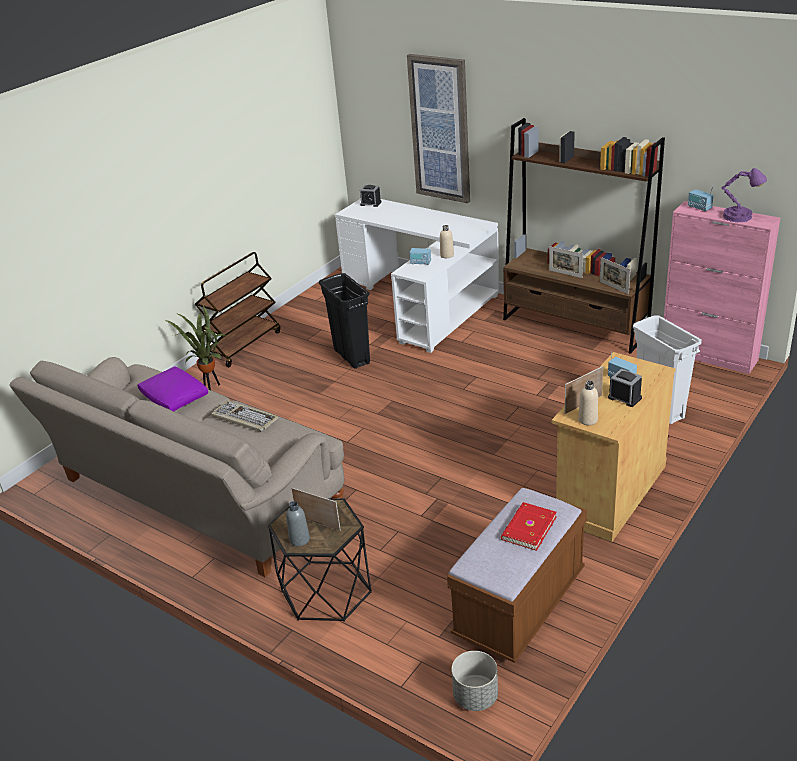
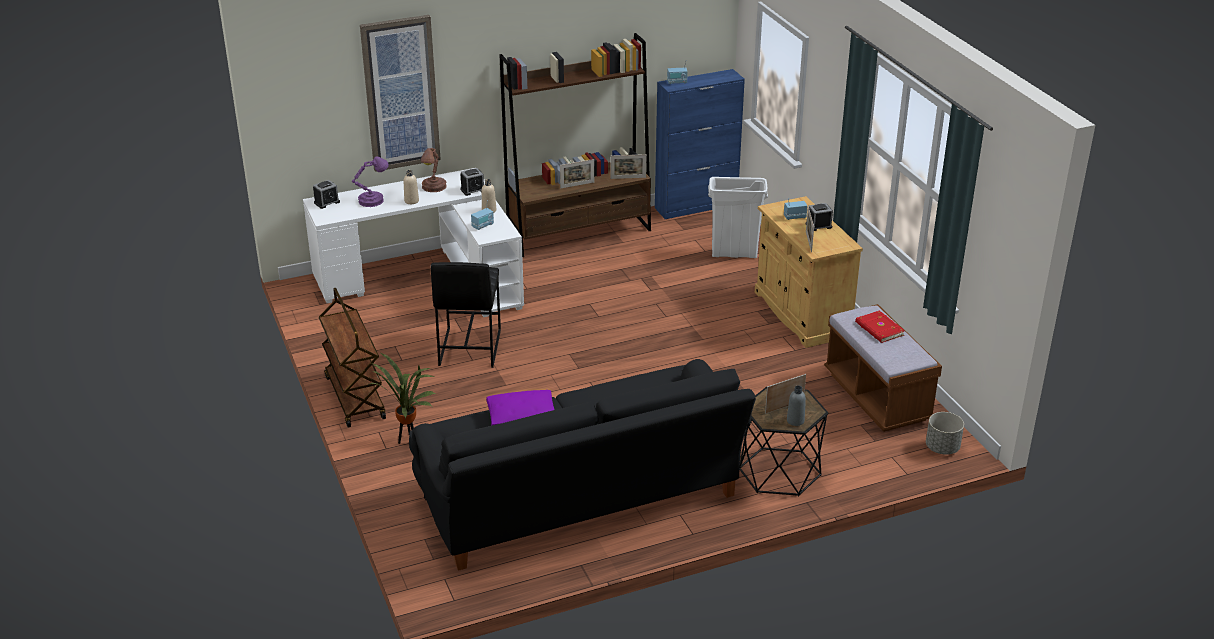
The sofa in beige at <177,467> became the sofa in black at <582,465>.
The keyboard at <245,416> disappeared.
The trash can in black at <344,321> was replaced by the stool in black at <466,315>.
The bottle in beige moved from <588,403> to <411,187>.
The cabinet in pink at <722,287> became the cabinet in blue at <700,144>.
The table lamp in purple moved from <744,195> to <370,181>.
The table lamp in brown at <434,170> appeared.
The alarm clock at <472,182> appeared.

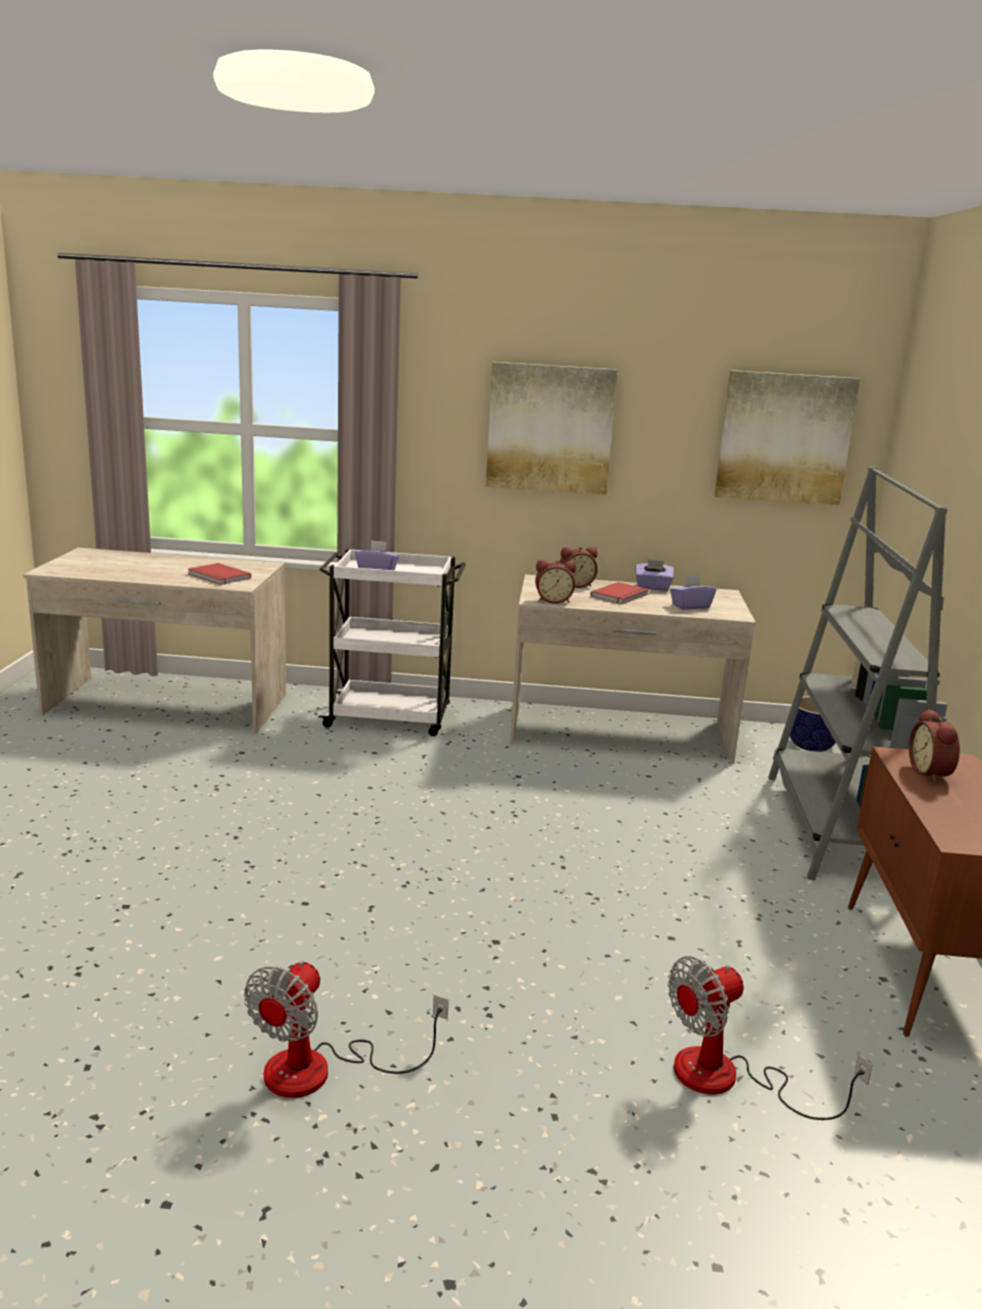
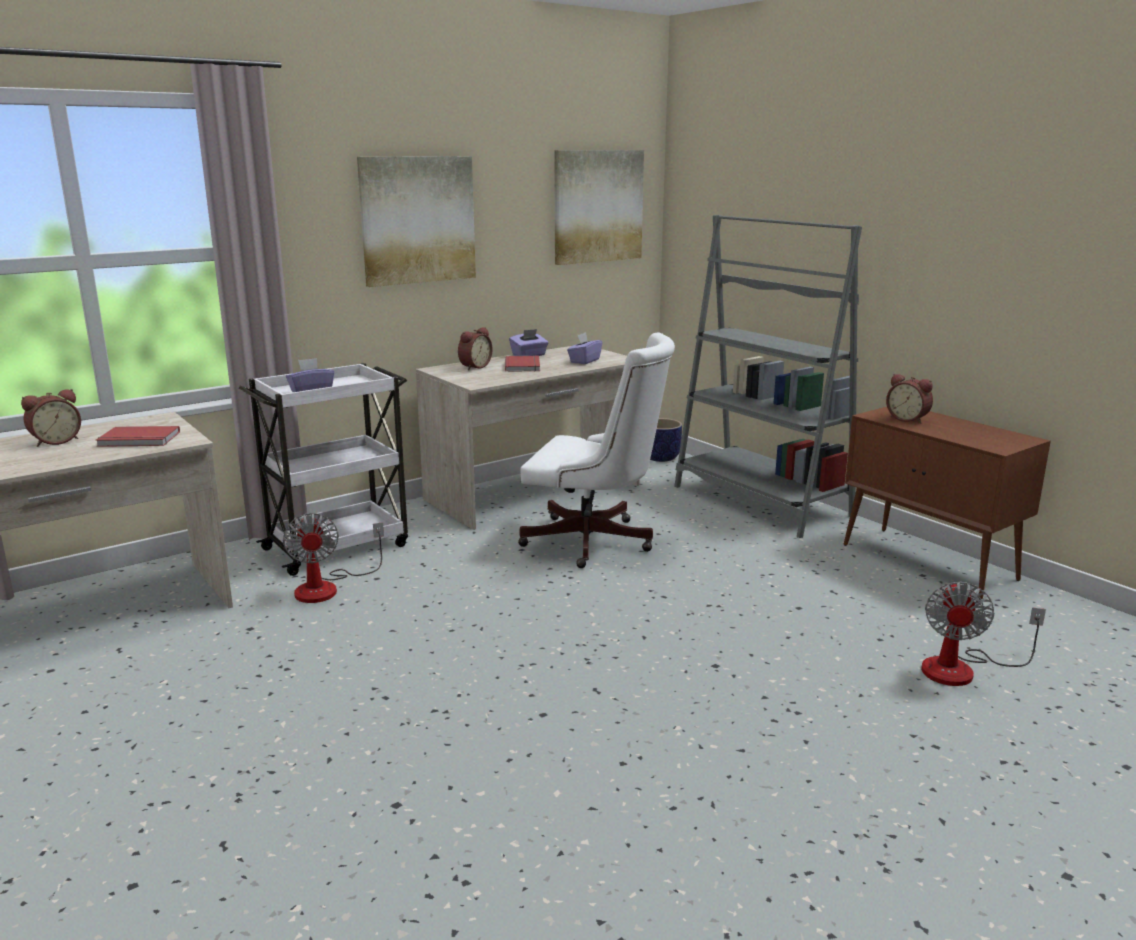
The fan moved from <346,1029> to <333,558>.
The alarm clock moved from <555,582> to <51,418>.
The office chair in white at <596,450> appeared.

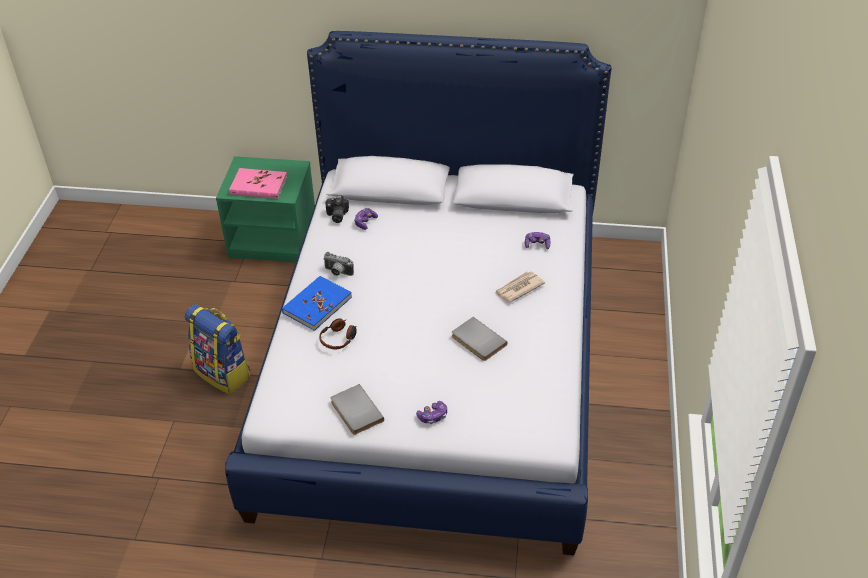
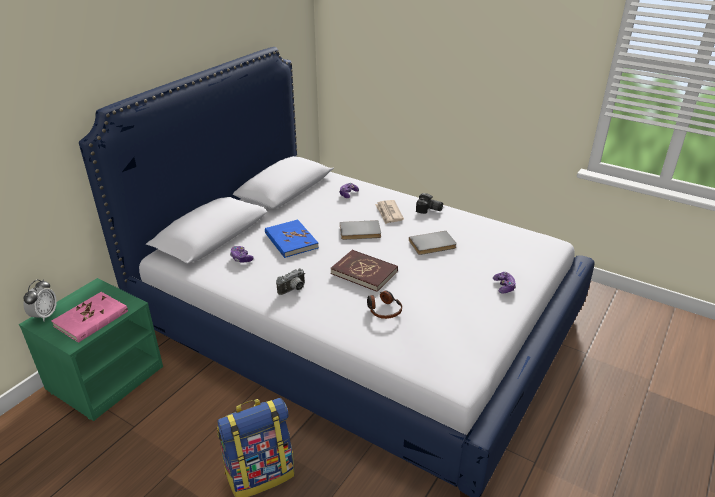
The book in blue moved from <317,303> to <292,239>.
The photo camera moved from <337,209> to <429,203>.
The book in grey moved from <357,409> to <360,230>.
The alarm clock at <40,300> appeared.
The book in red at <364,271> appeared.

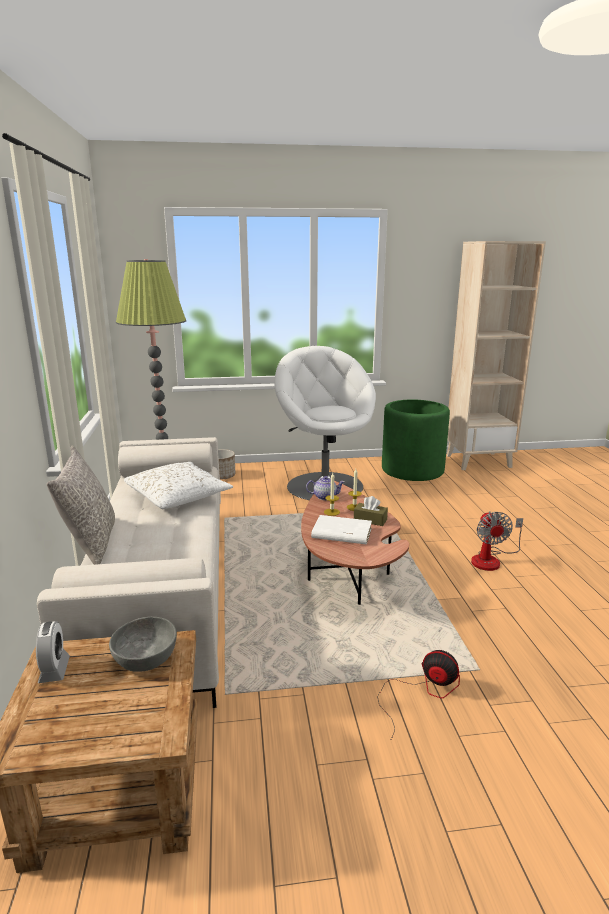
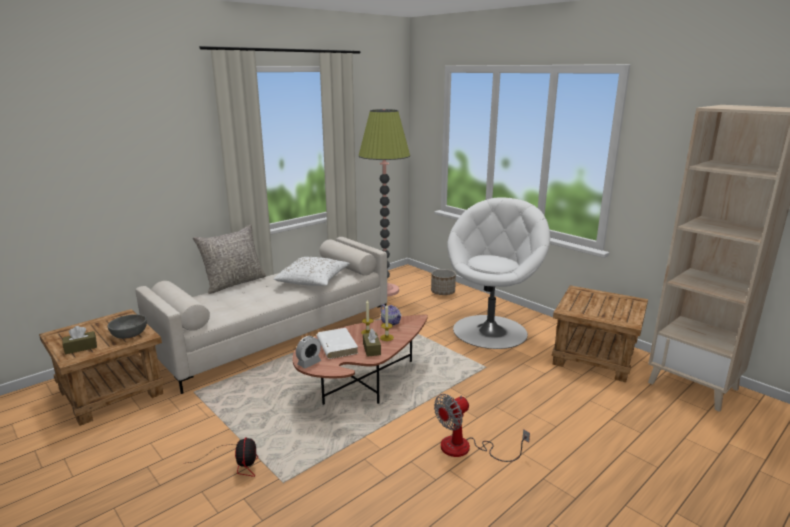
The alarm clock moved from <53,652> to <308,352>.
The planter in green at <416,440> was replaced by the side table in brown at <600,333>.
The tissue box in brown at <79,340> appeared.

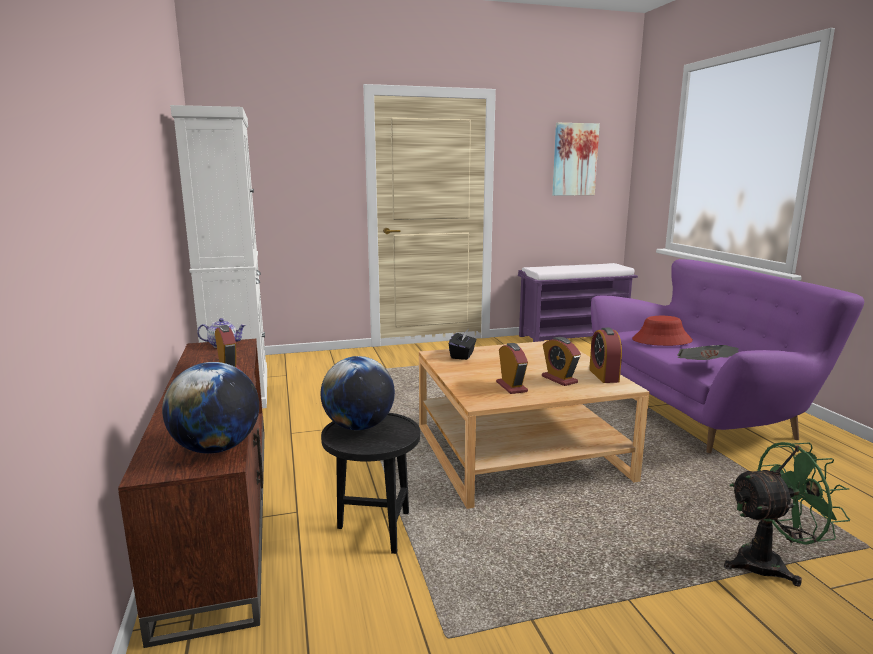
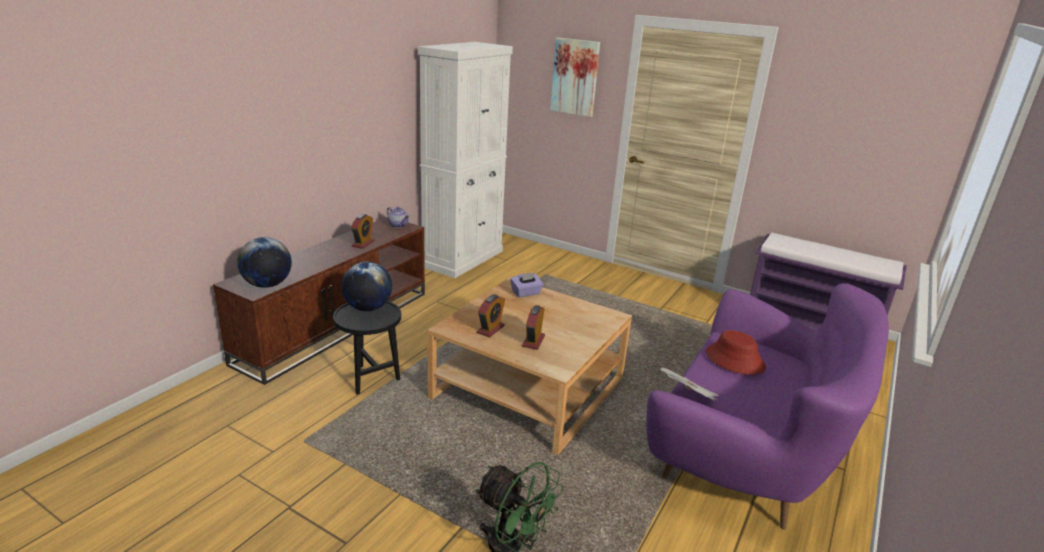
The tissue box in black at <462,345> became the tissue box in purple at <527,285>.
The picture moved from <576,159> to <575,77>.
The alarm clock at <605,355> disappeared.

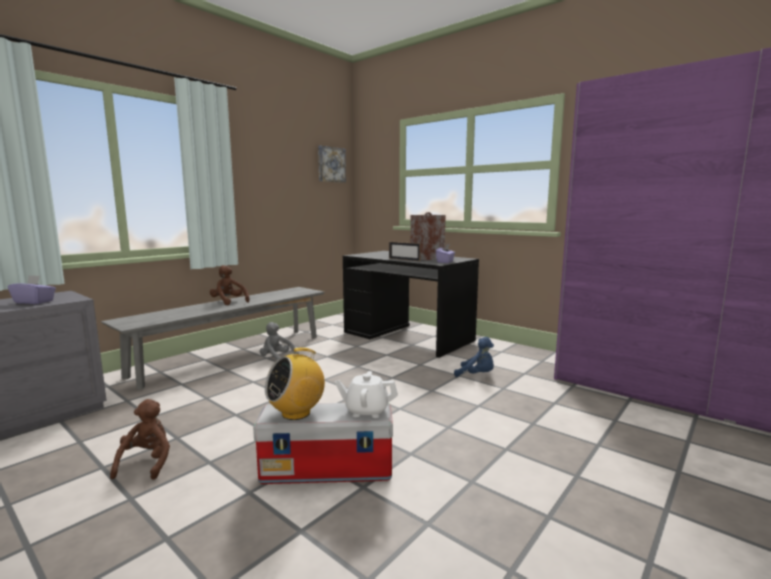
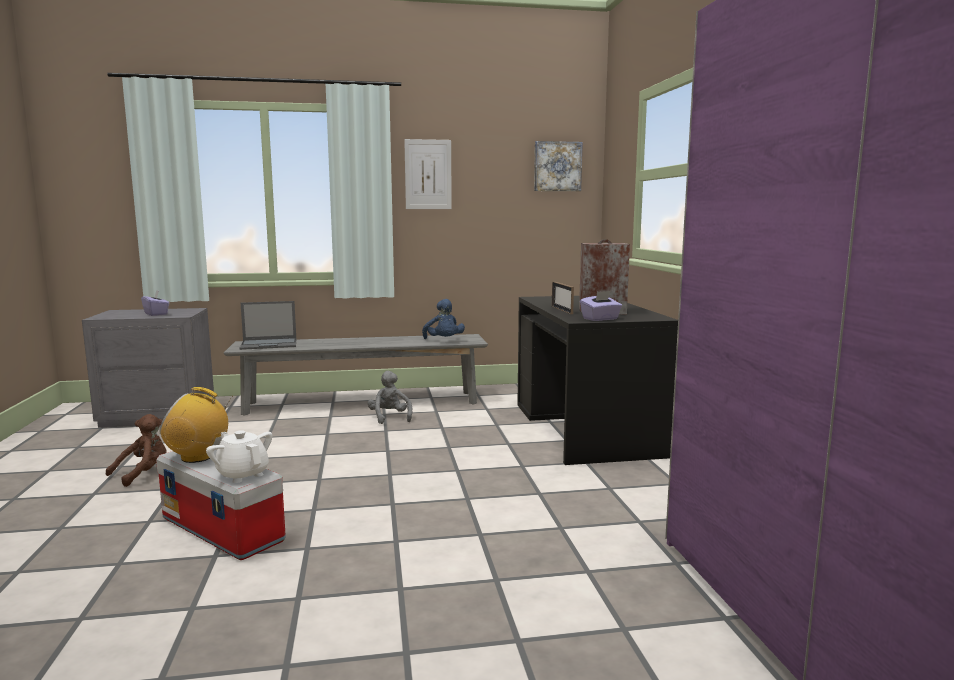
The plush toy in brown at <230,285> disappeared.
The plush toy in blue moved from <474,357> to <443,319>.
The laptop at <268,325> appeared.
The picture at <428,174> appeared.

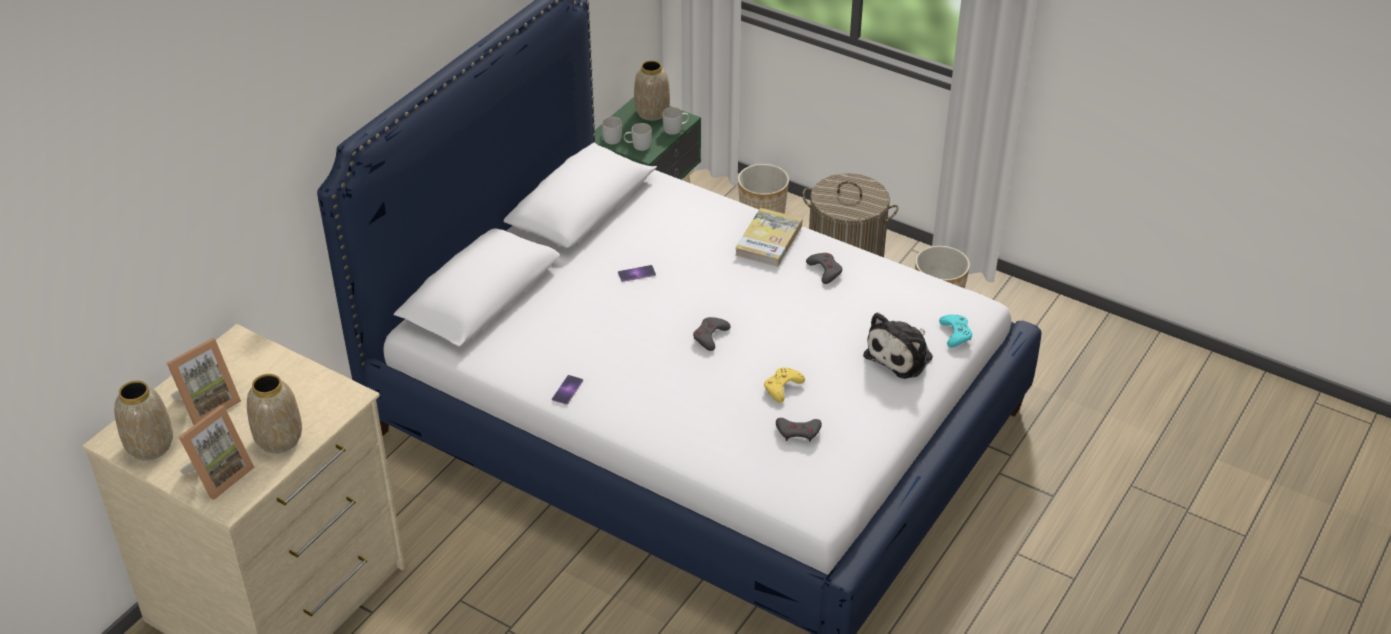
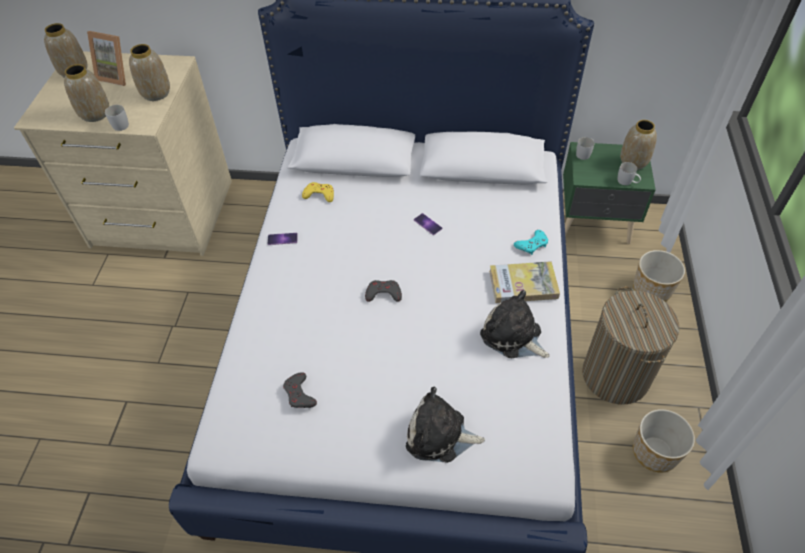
The picture frame at <217,452> disappeared.
The mug in white moved from <638,137> to <117,118>.
The game controller in yellow moved from <784,385> to <318,192>.
The game controller in grey at <824,268> was replaced by the plush toy at <515,324>.
The game controller in turquoise moved from <955,331> to <531,242>.
The vase at <149,72> appeared.

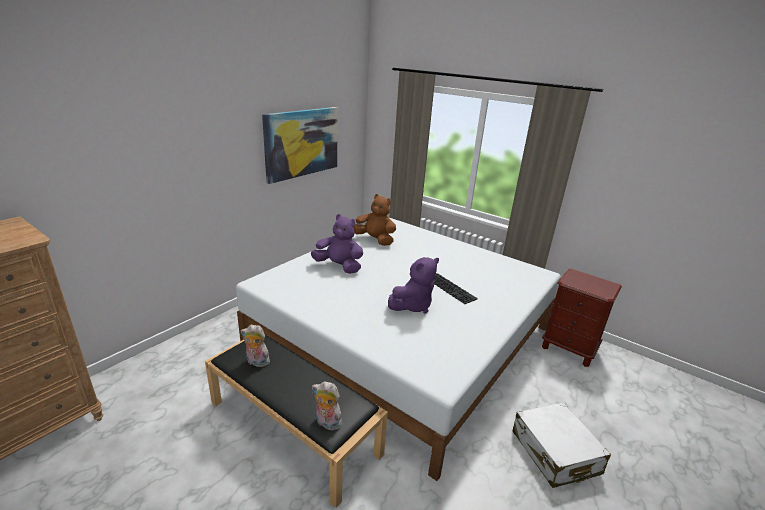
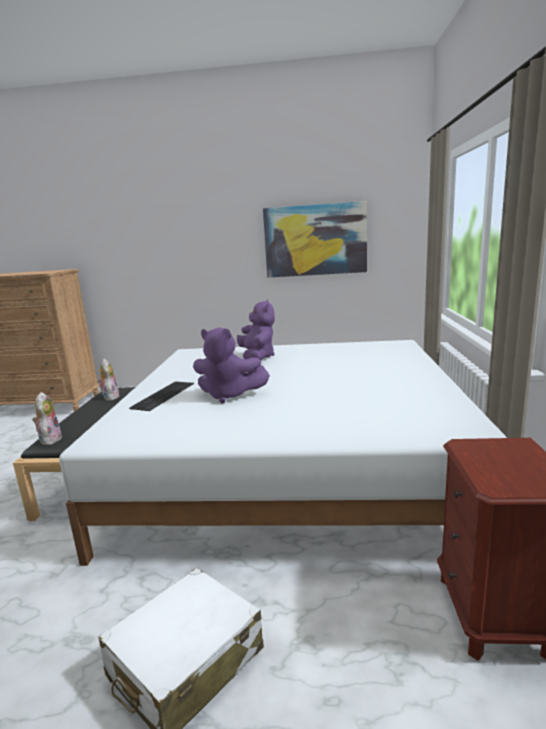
The plush toy in brown at <375,220> disappeared.
The keyboard moved from <456,288> to <161,396>.

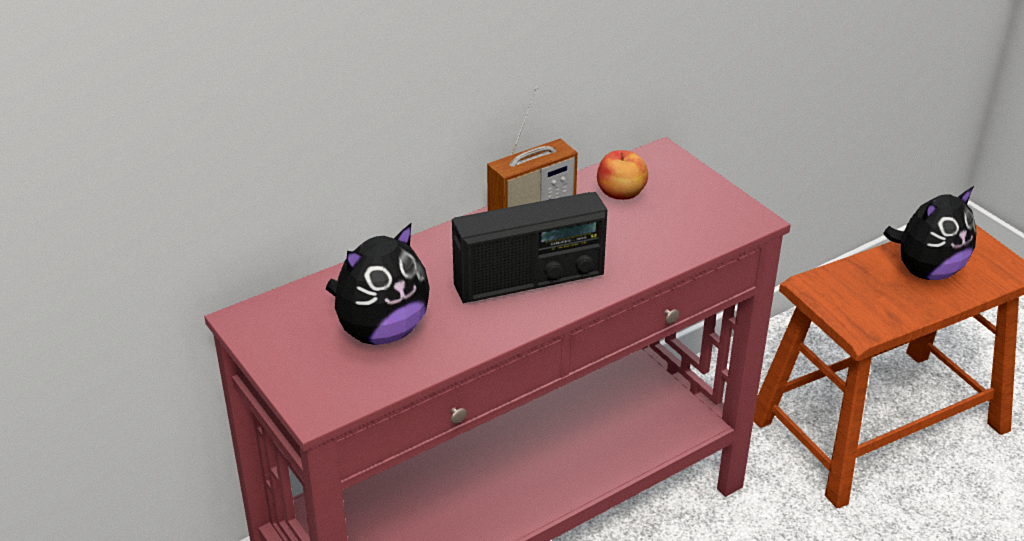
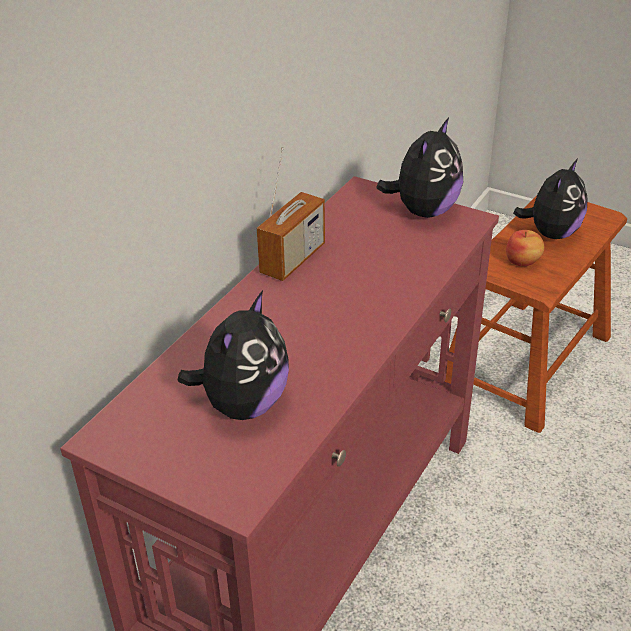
The radio at <529,247> disappeared.
The apple moved from <622,175> to <525,248>.
The plush toy at <419,167> appeared.

